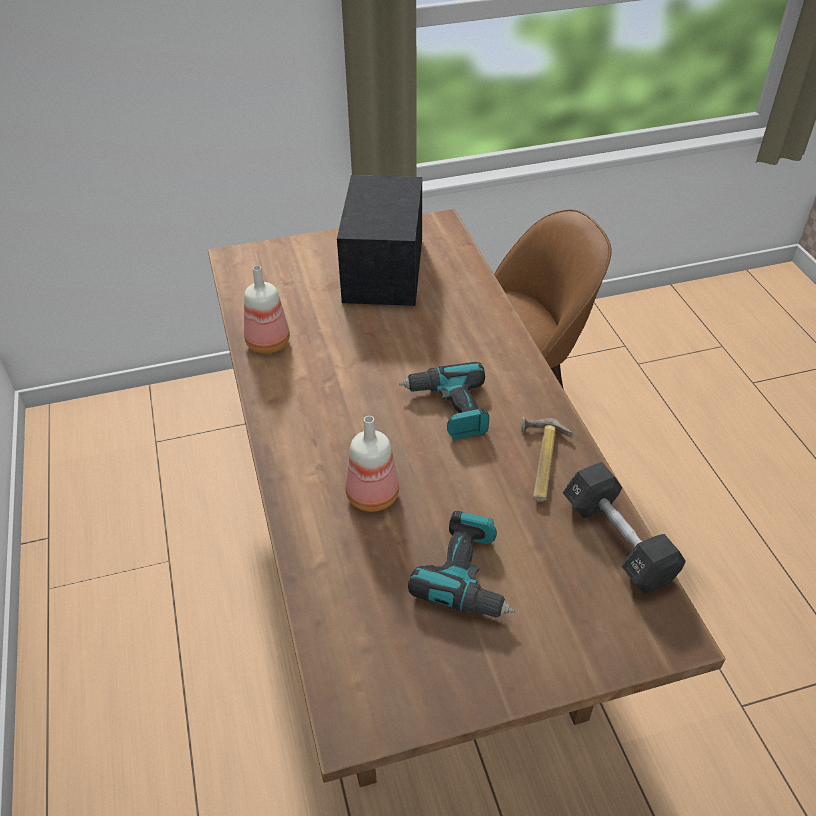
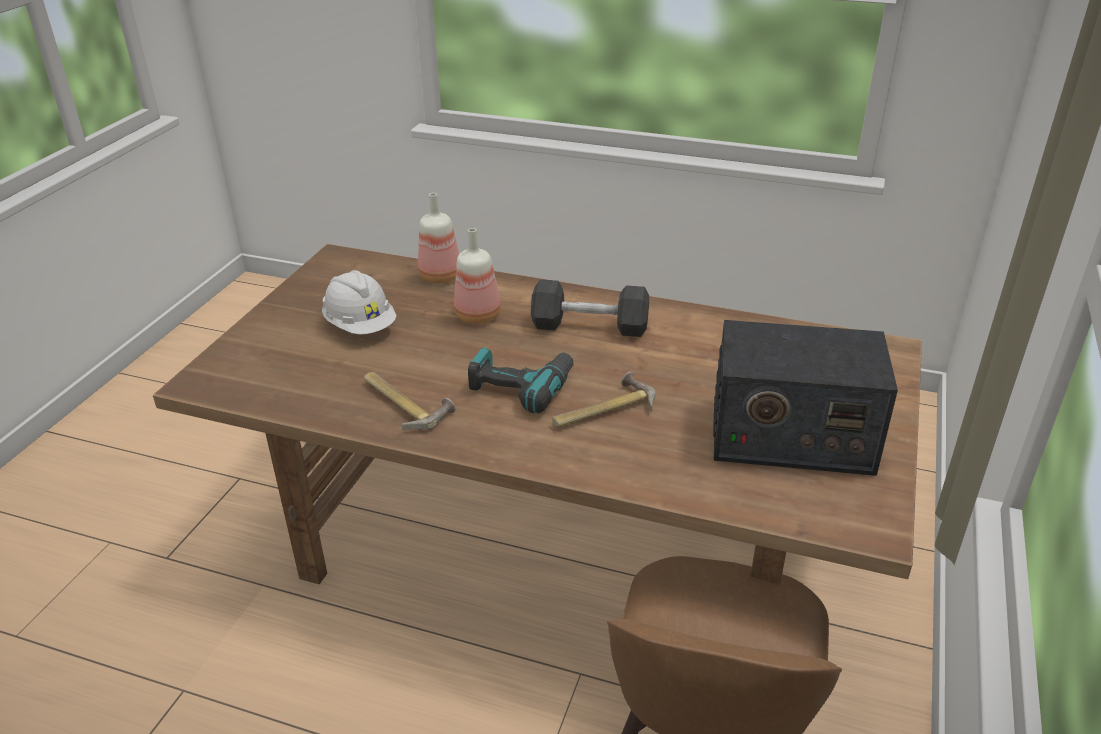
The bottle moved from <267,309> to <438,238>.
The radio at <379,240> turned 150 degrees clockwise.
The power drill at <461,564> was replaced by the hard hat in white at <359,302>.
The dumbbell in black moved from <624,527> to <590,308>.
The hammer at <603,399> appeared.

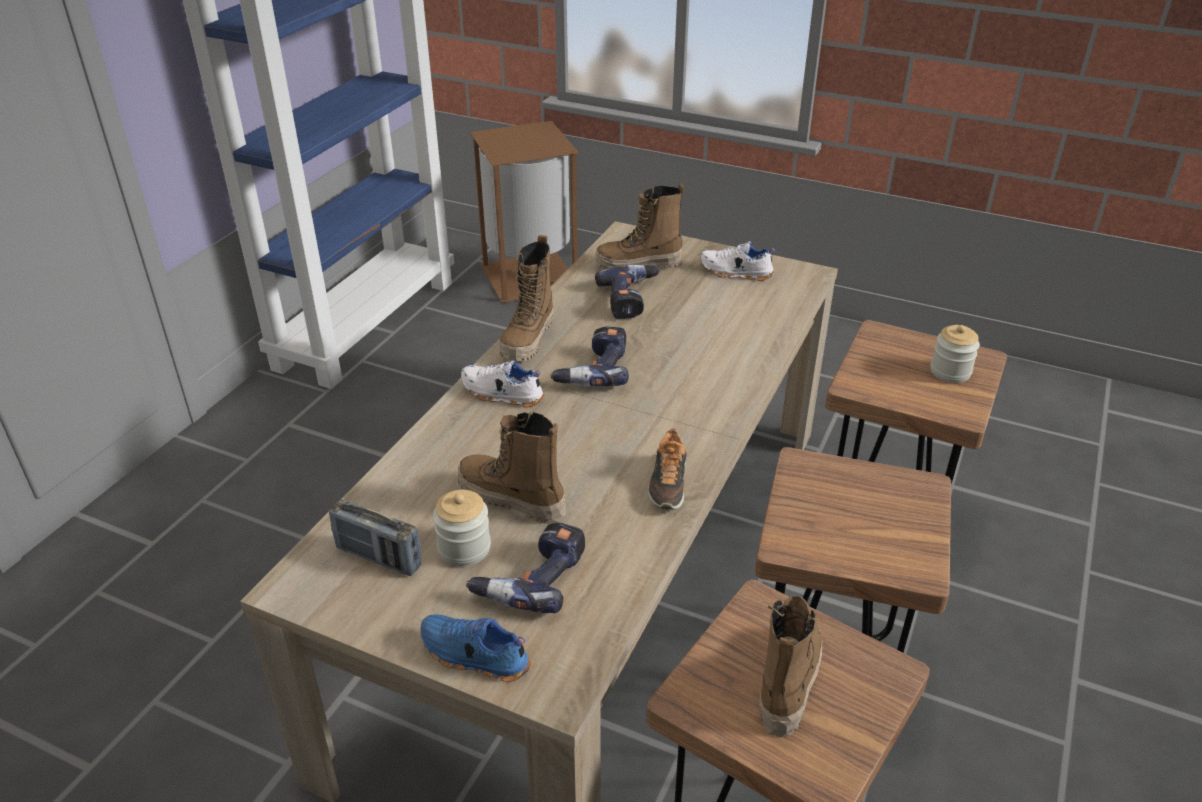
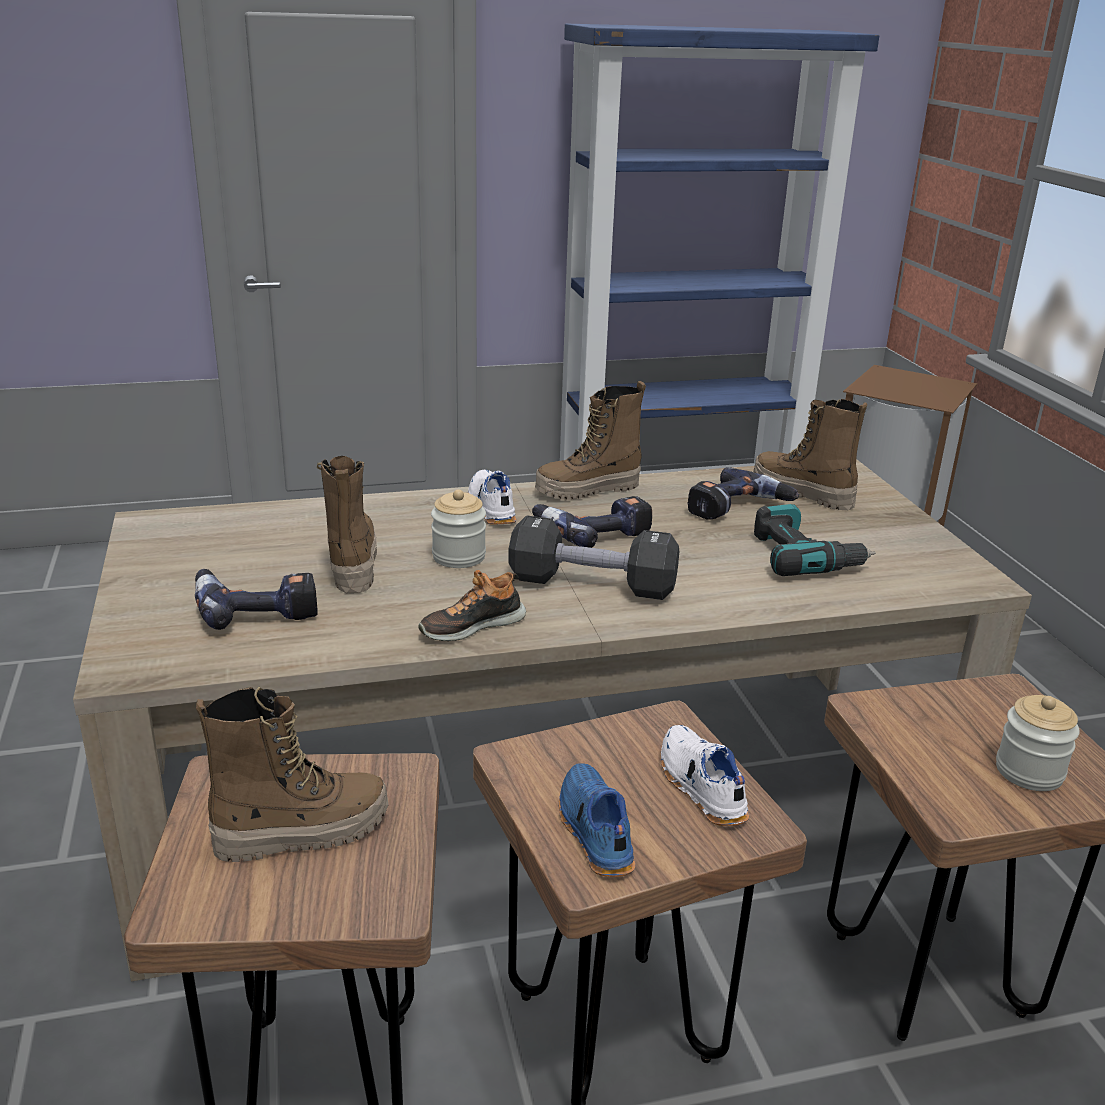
The radio at <375,537> disappeared.
The shoe in blue moved from <476,648> to <597,820>.
The jar moved from <462,528> to <458,528>.
The shoe in white moved from <737,261> to <705,775>.
The dumbbell in black at <593,558> appeared.
The power drill at <814,540> appeared.

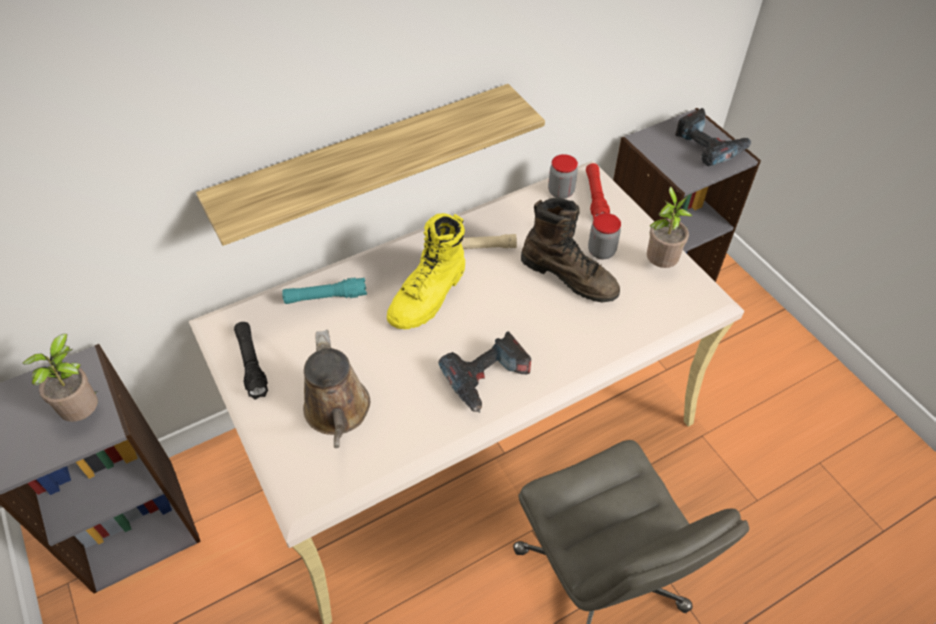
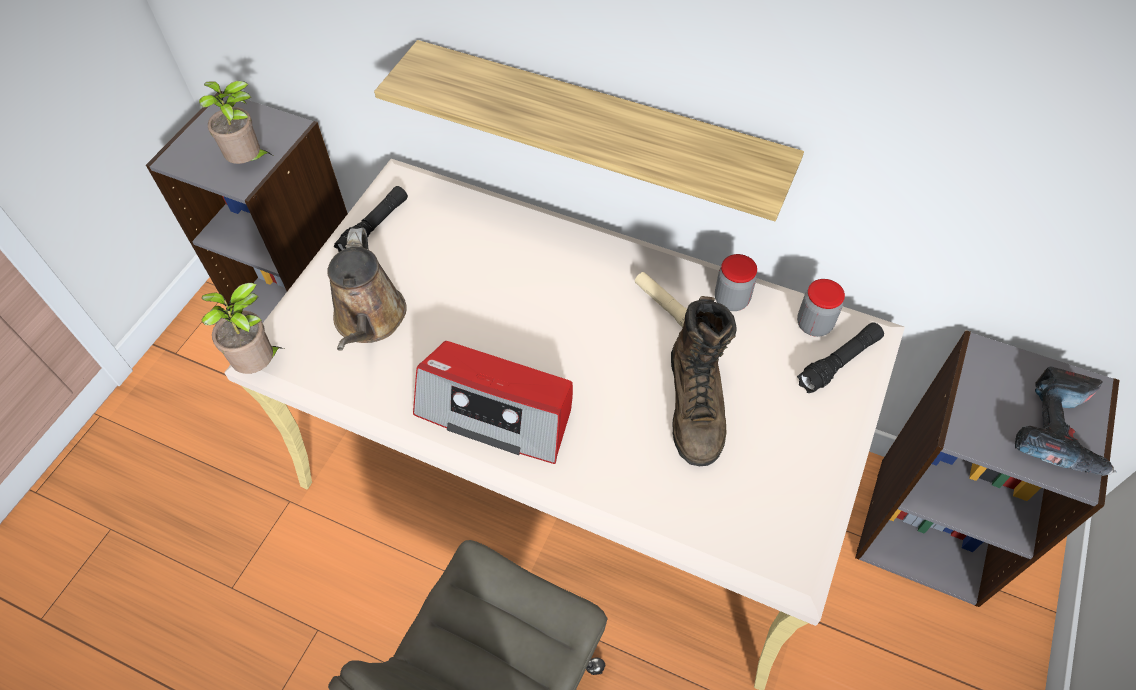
The flashlight in turquoise at <324,290> disappeared.
The watering can in brown at <336,389> turned 45 degrees counterclockwise.
The boot in yellow at <426,271> disappeared.
The power drill at <485,372> was replaced by the radio at <493,402>.
The flashlight in red at <598,191> became the flashlight in black at <840,357>.
The jar moved from <604,236> to <736,282>.
The potted plant moved from <669,227> to <243,328>.

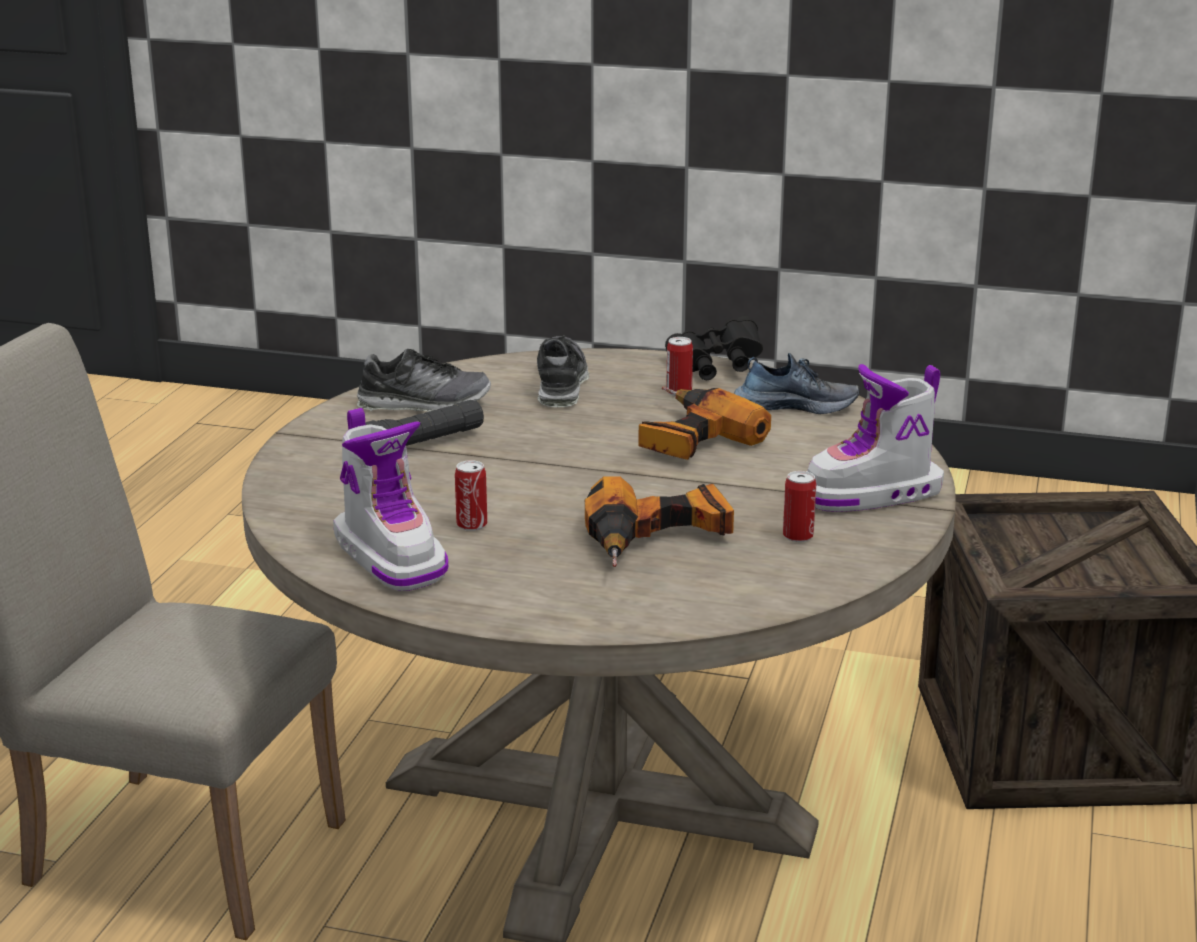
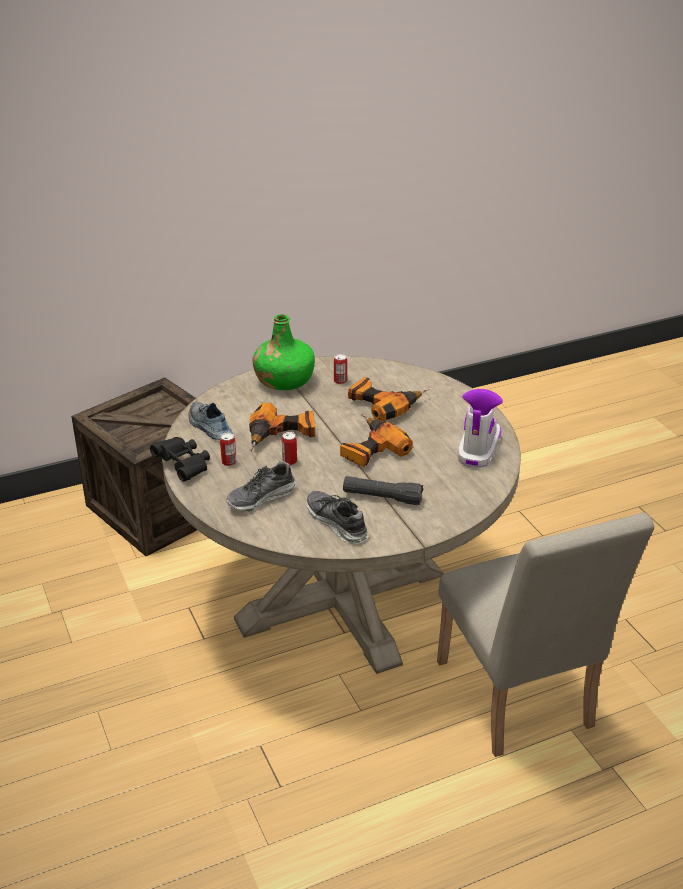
The can moved from <471,495> to <289,448>.
The boot at <875,438> was replaced by the bottle in green at <283,352>.
The power drill at <376,440> appeared.

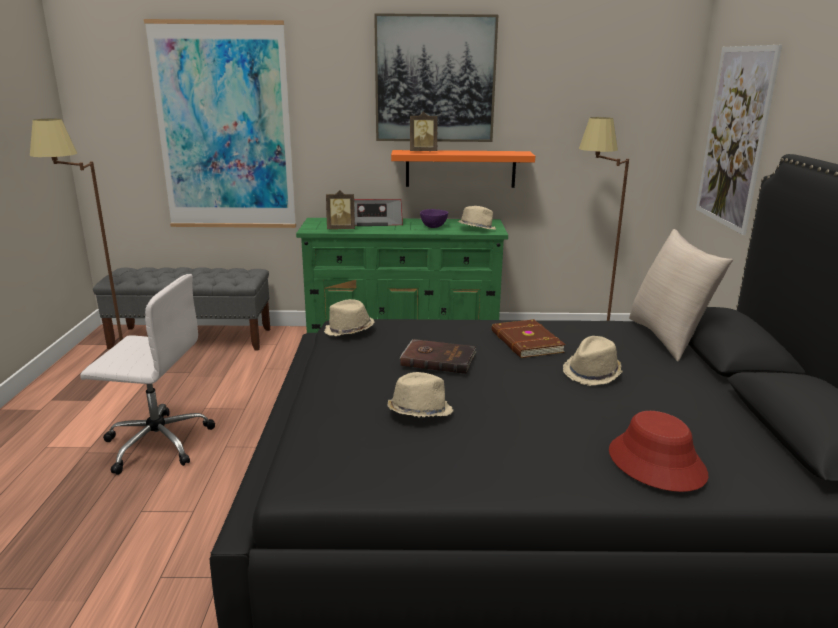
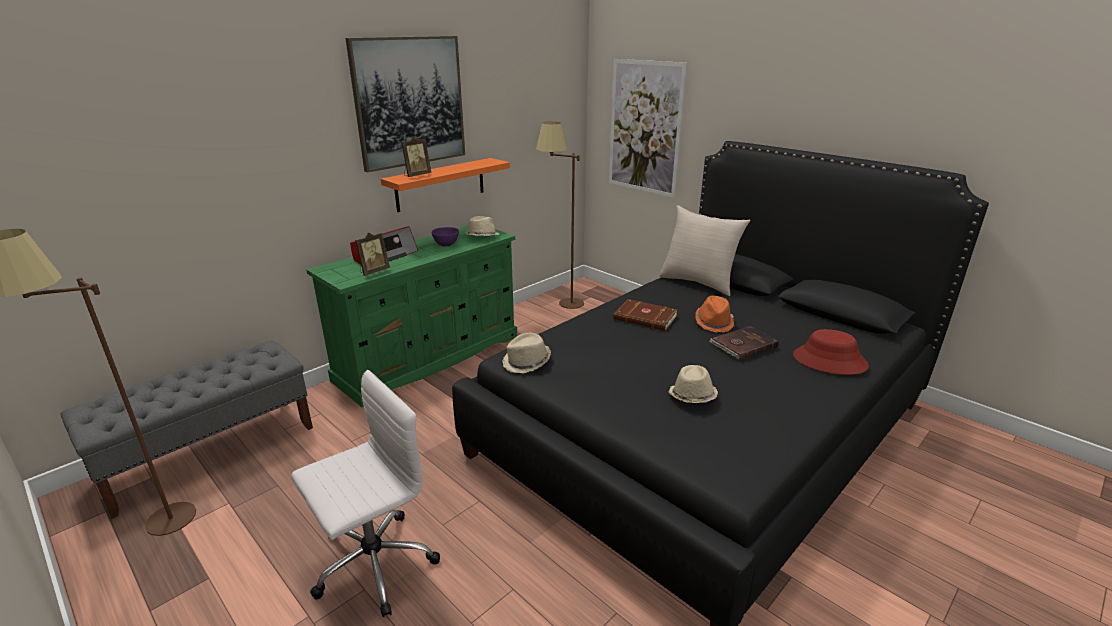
The picture at <220,123> disappeared.
The book in brown moved from <438,356> to <744,343>.
The hat in beige at <592,361> became the hat in orange at <714,314>.

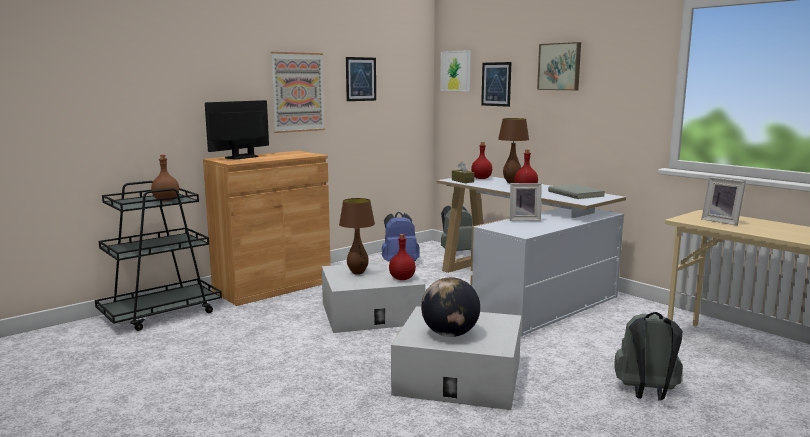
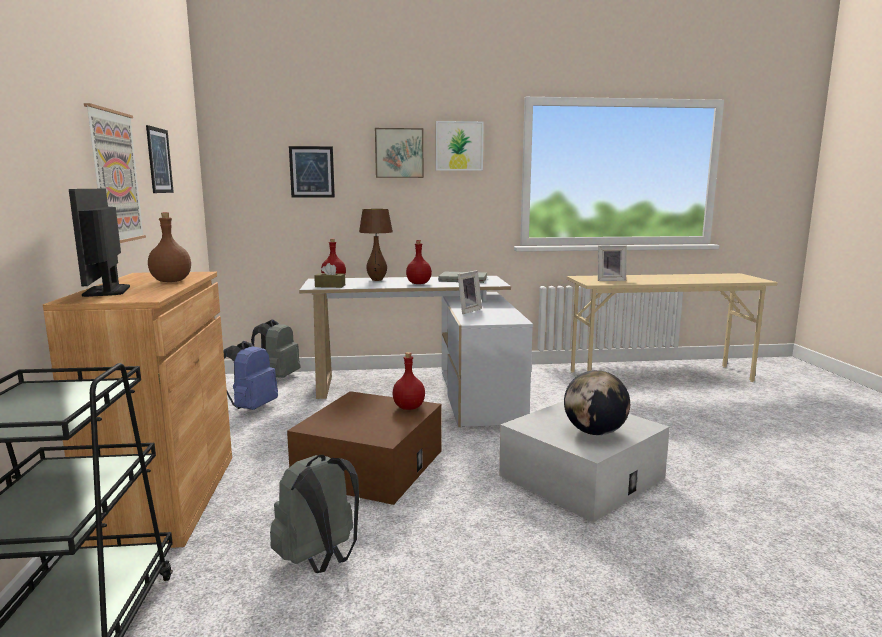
The bottle in brown moved from <165,178> to <169,247>.
The storage box in white at <373,297> became the storage box in brown at <364,448>.
The table lamp in brown at <357,236> disappeared.
The picture moved from <455,70> to <460,146>.
The backpack in grey moved from <648,356> to <314,514>.

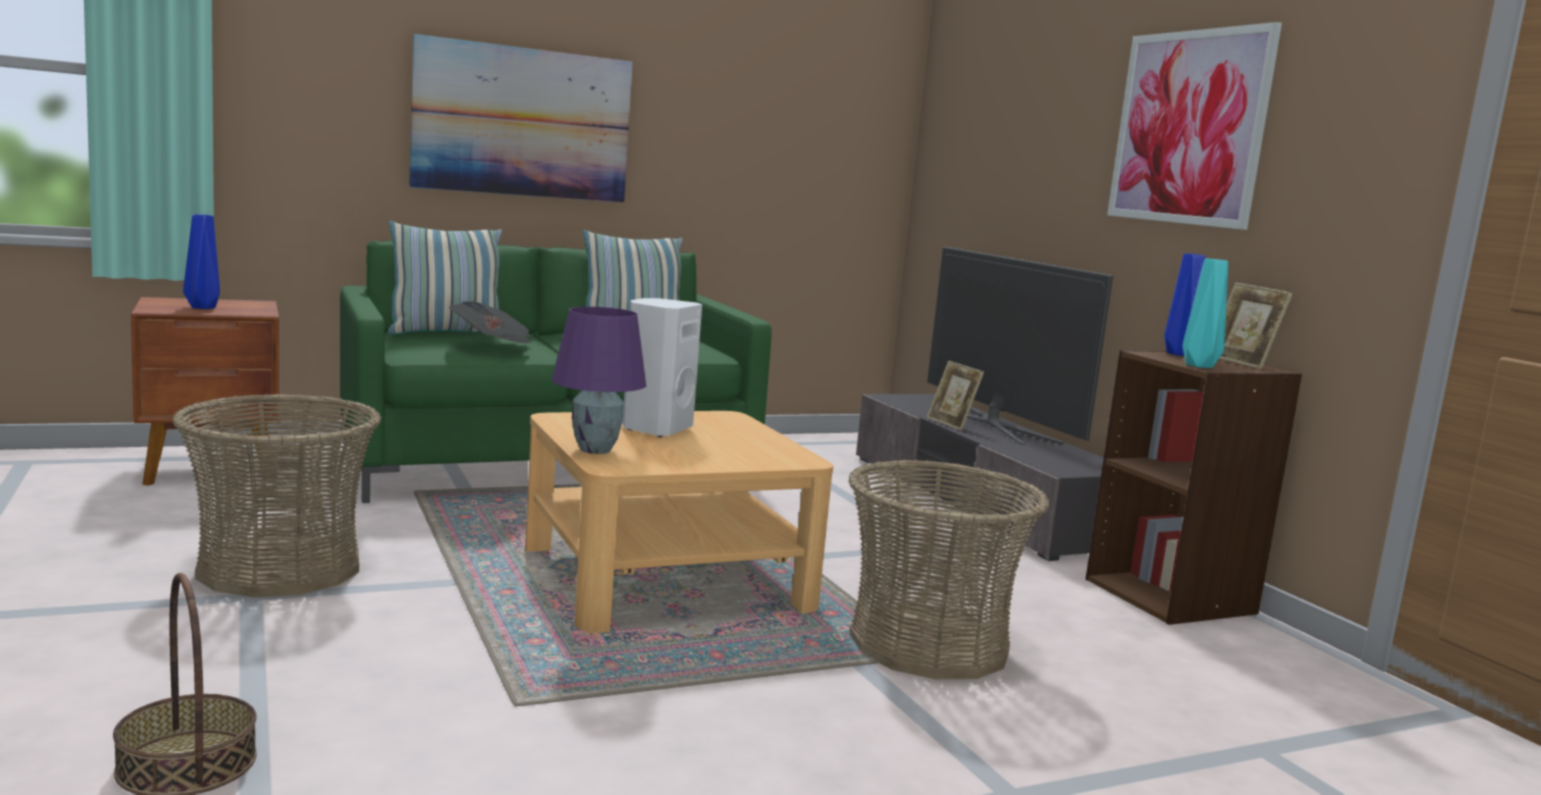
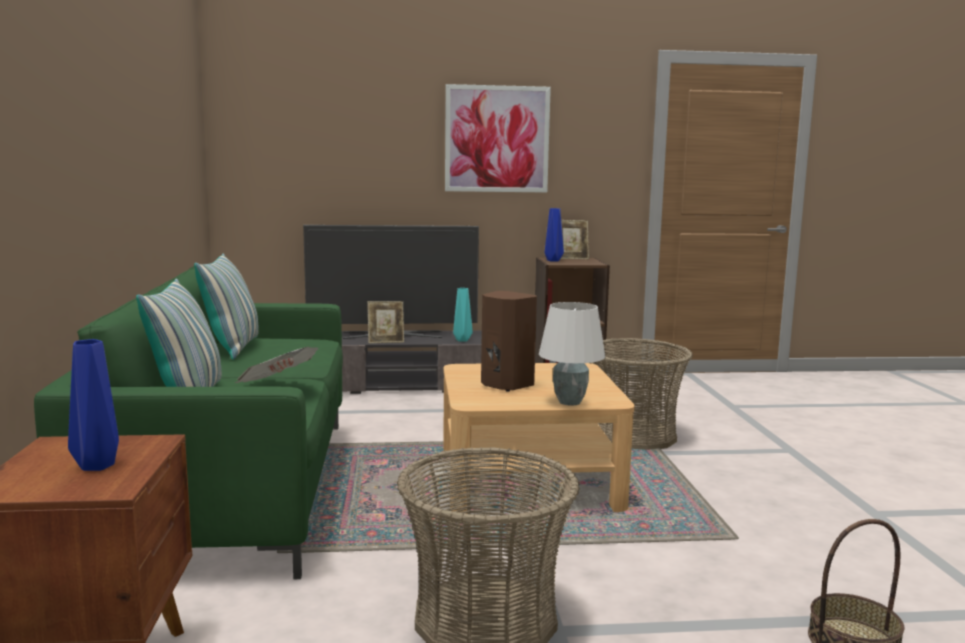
The picture at <521,118> disappeared.
The table lamp in purple at <598,380> became the table lamp in white at <572,354>.
The speaker in white at <662,367> became the speaker in brown at <509,341>.
The vase in turquoise moved from <1205,313> to <463,315>.

